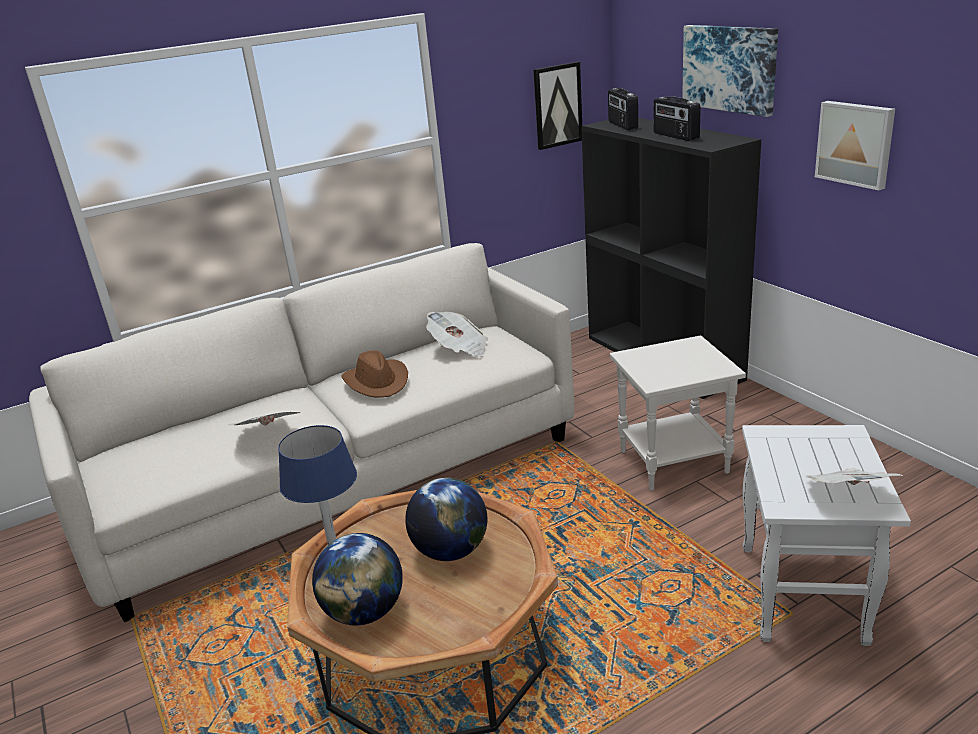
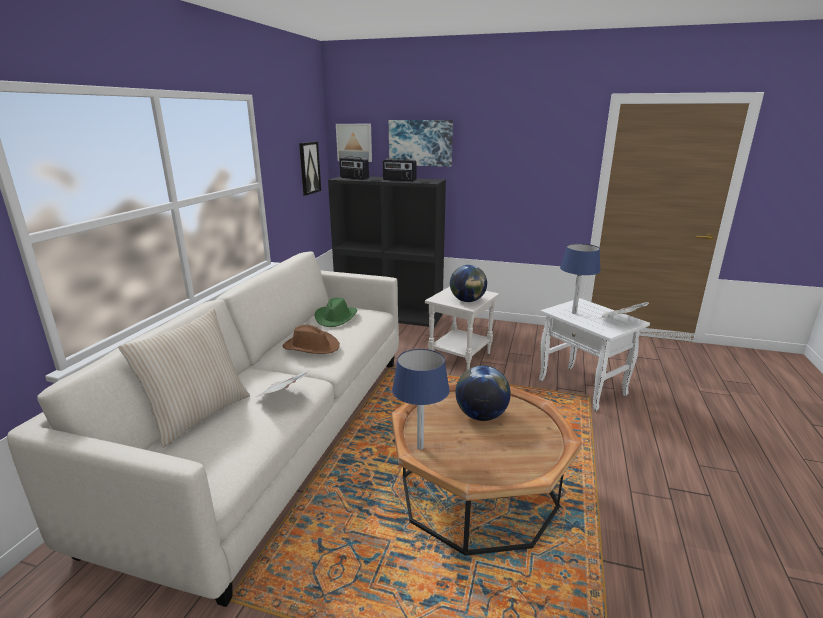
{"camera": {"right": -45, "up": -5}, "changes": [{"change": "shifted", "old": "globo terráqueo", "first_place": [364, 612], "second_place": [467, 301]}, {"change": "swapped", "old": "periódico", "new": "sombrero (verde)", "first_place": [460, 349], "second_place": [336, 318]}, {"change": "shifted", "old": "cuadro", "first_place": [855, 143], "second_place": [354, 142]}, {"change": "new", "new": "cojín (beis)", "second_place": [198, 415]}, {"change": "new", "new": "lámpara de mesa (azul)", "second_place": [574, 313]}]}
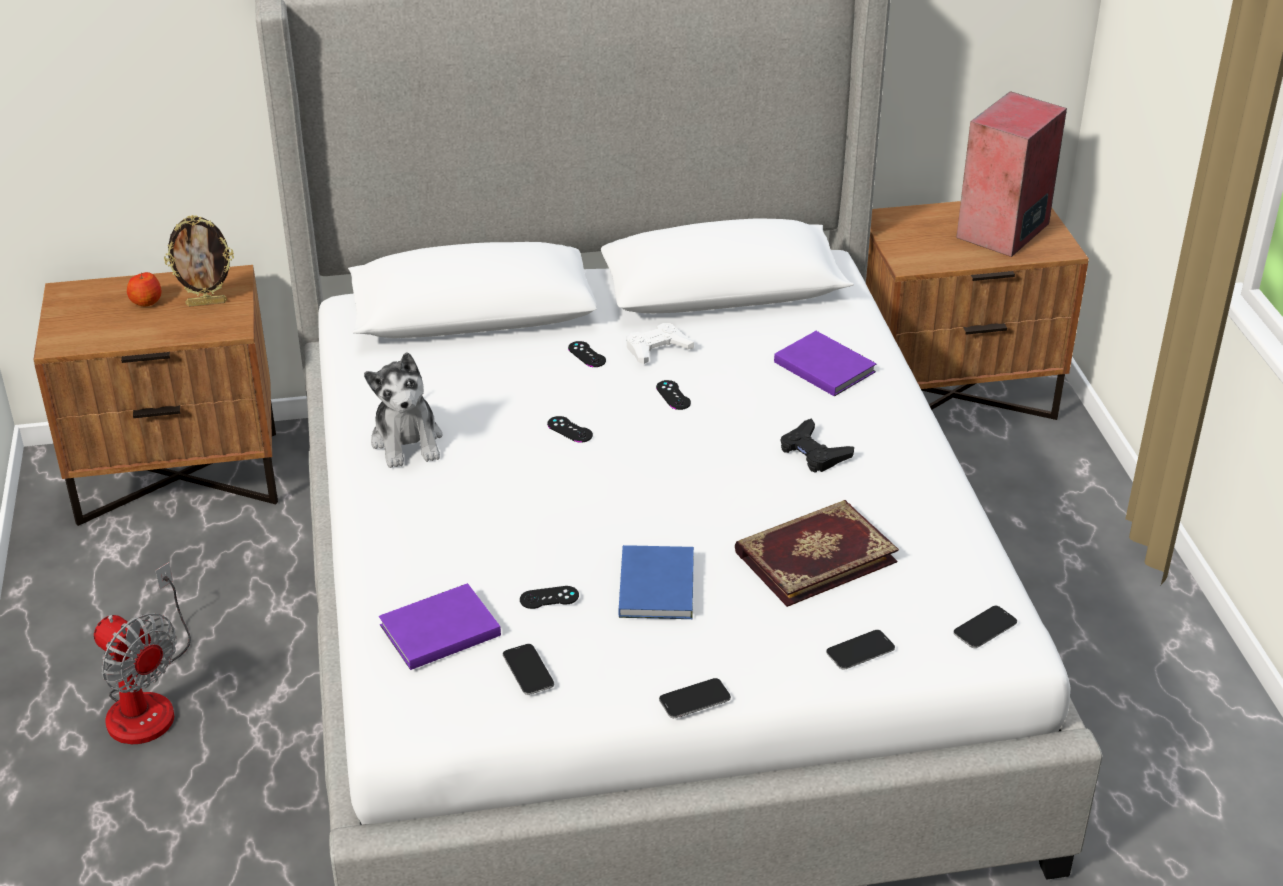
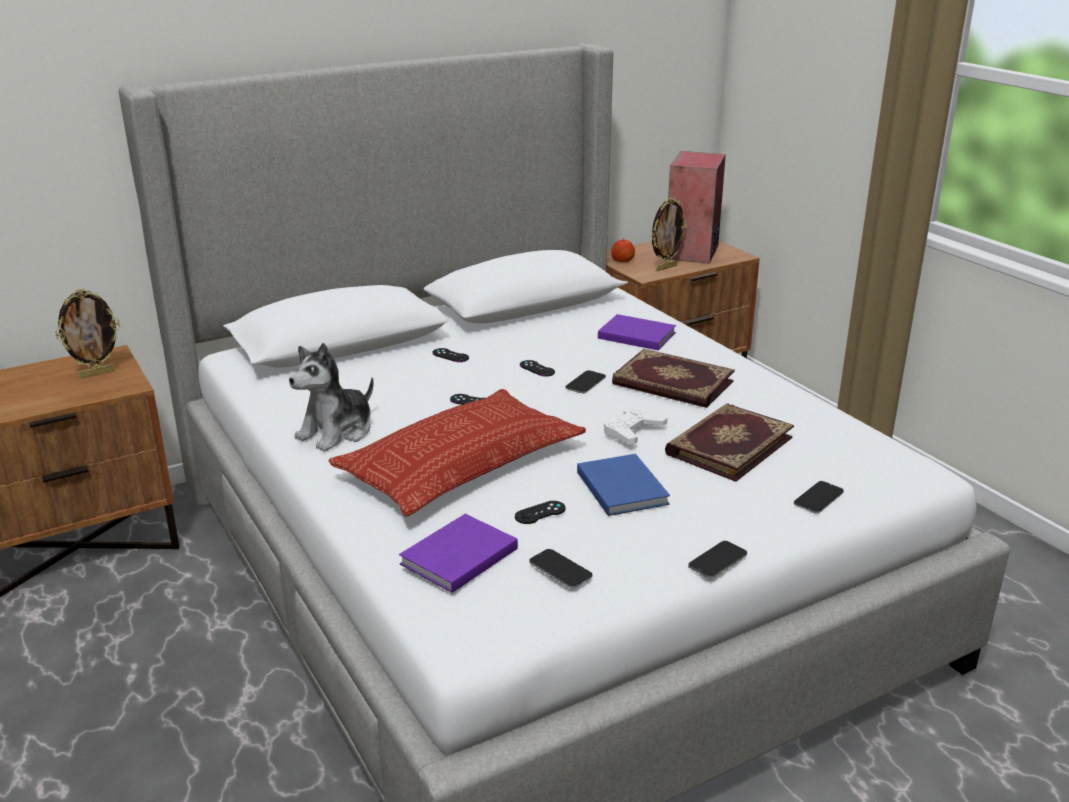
{"camera": {"right": -20, "up": -10}, "changes": [{"change": "gone", "old": "ventilador", "first_place": [147, 701]}, {"change": "shifted", "old": "manzana", "first_place": [146, 301], "second_place": [622, 260]}, {"change": "rotated", "old": "peluche", "first_place": [407, 441], "second_place": [337, 432], "degrees": 75}, {"change": "shifted", "old": "mando de consola (blanco)", "first_place": [657, 349], "second_place": [632, 431]}, {"change": "swapped", "old": "mando de consola (negro)", "new": "libro", "first_place": [813, 452], "second_place": [672, 384]}, {"change": "shifted", "old": "móvil", "first_place": [985, 628], "second_place": [585, 383]}, {"change": "new", "new": "cojín", "second_place": [461, 463]}, {"change": "new", "new": "portarretratos", "second_place": [665, 267]}]}
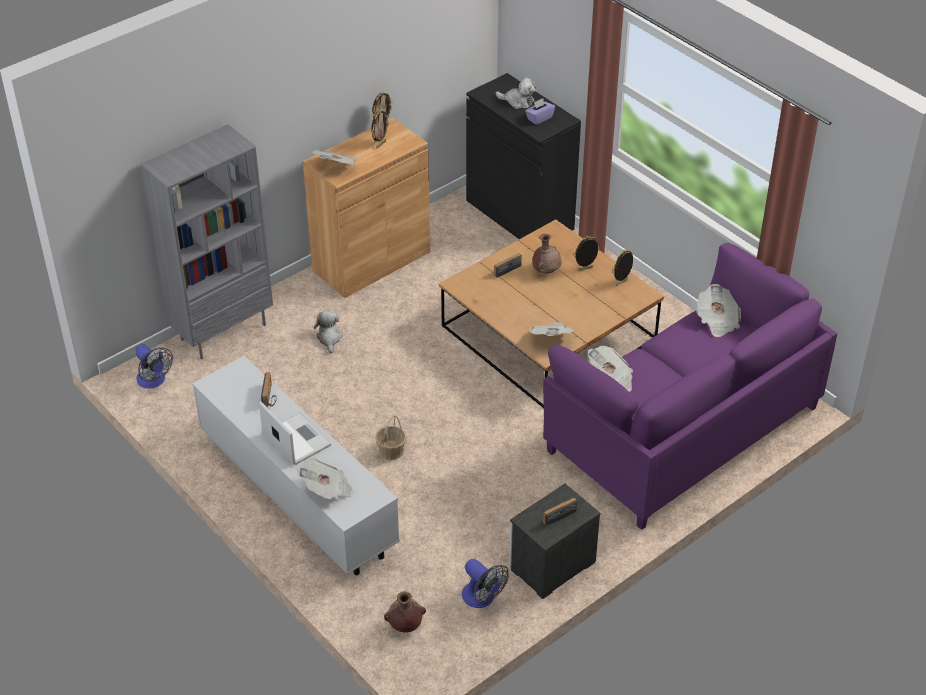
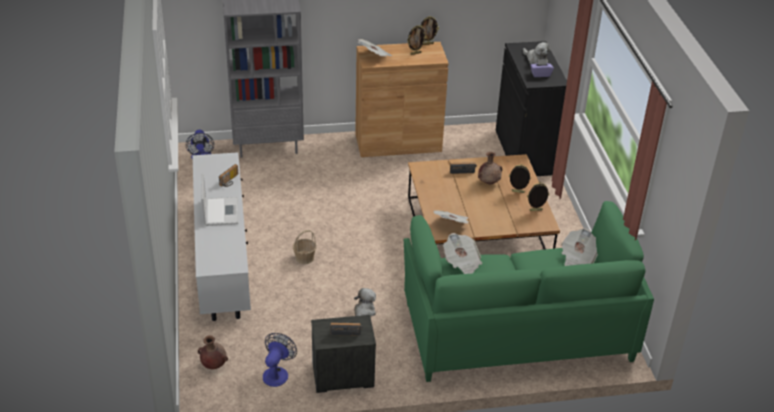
{"camera": {"right": 30, "up": -5}, "changes": [{"change": "gone", "old": "periódico", "first_place": [327, 489]}, {"change": "shifted", "old": "peluche", "first_place": [329, 338], "second_place": [363, 312]}, {"change": "rotated", "old": "ventilador", "first_place": [482, 598], "second_place": [277, 373], "degrees": -150}, {"change": "repainted", "old": "sofá (morado)", "new": "sofá (verde)", "first_place": [682, 428], "second_place": [517, 330]}]}
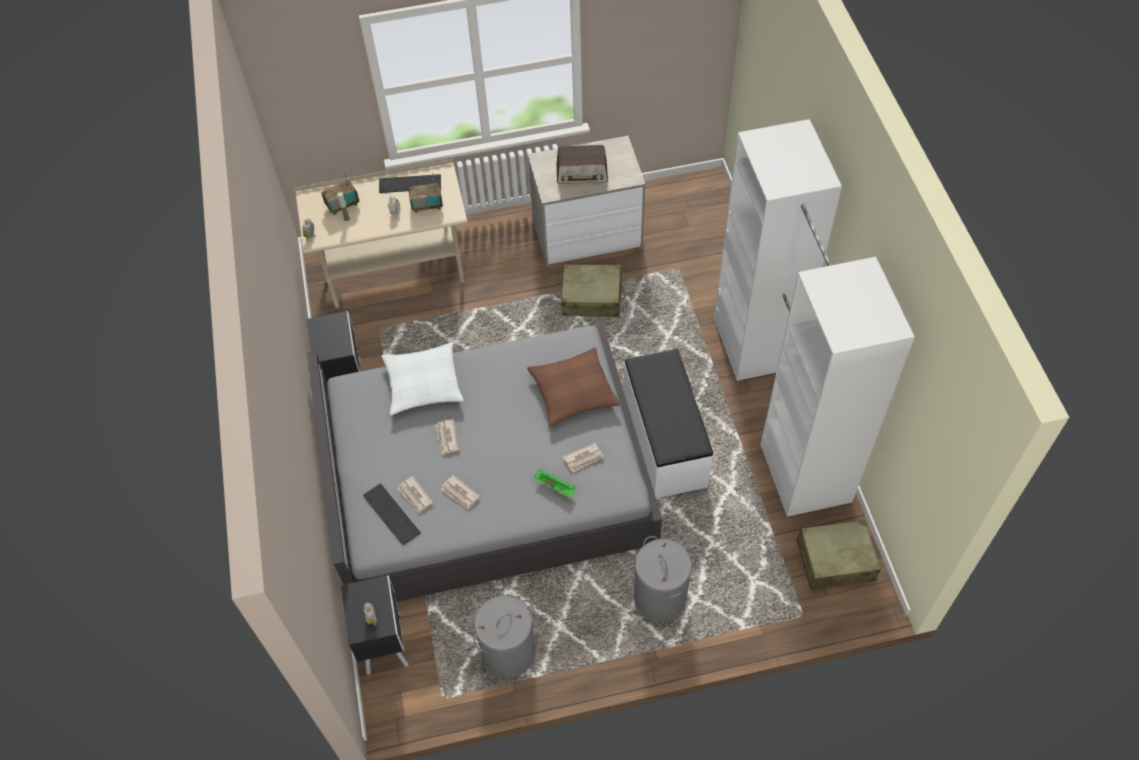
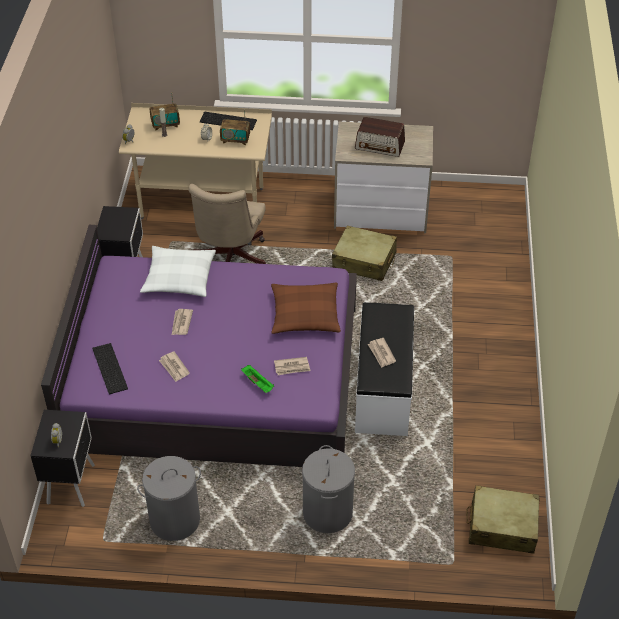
{"camera": {"right": 15, "up": -10}, "changes": [{"change": "repainted", "old": "cama (gris)", "new": "cama (morado)", "first_place": [487, 478], "second_place": [213, 378]}, {"change": "shifted", "old": "periódico", "first_place": [415, 496], "second_place": [381, 354]}, {"change": "gone", "old": "armario ropero (blanco)", "first_place": [779, 406]}, {"change": "new", "new": "silla de oficina (beis)", "second_place": [229, 260]}]}
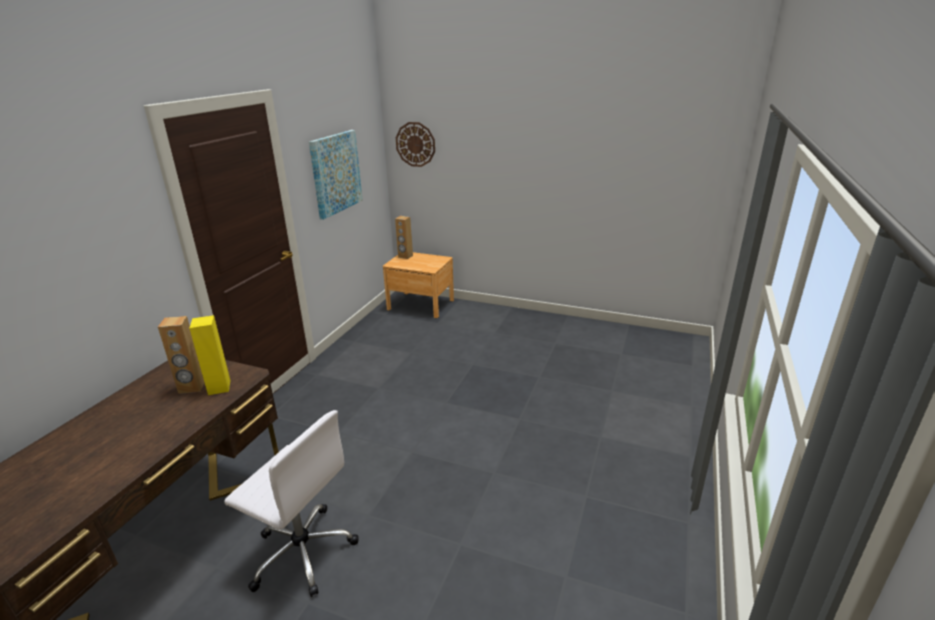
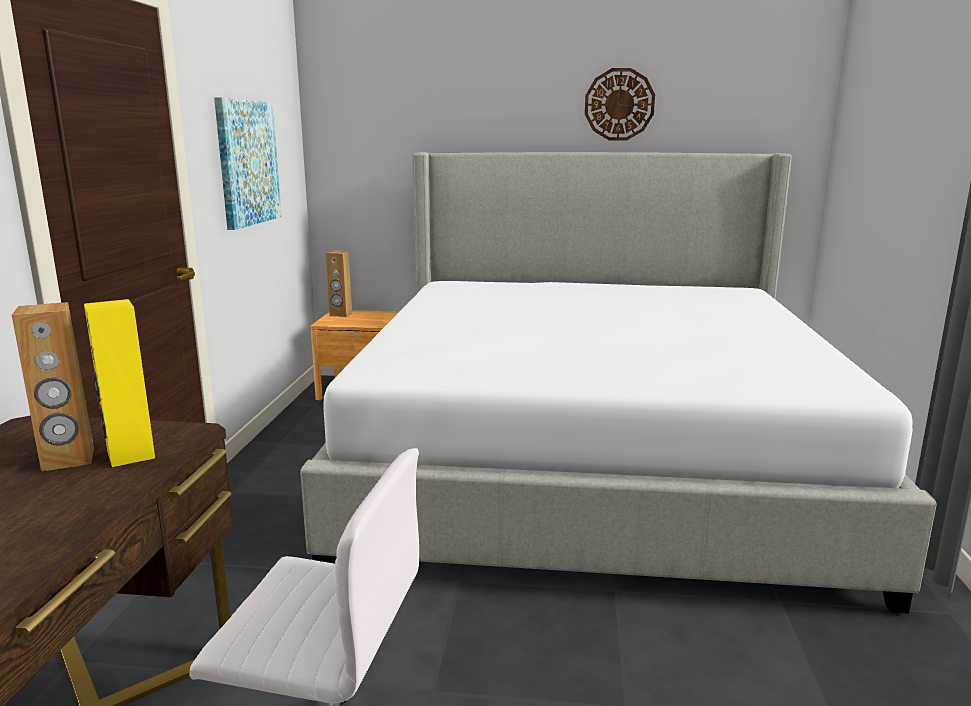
{"camera": {"right": -15, "up": -10}, "changes": [{"change": "shifted", "old": "reloj de pared", "first_place": [415, 144], "second_place": [619, 104]}, {"change": "new", "new": "cama", "second_place": [590, 461]}]}
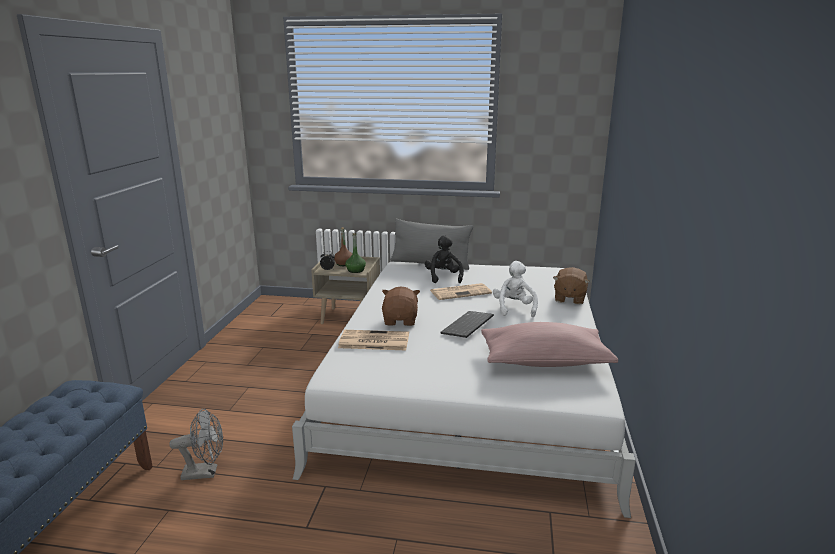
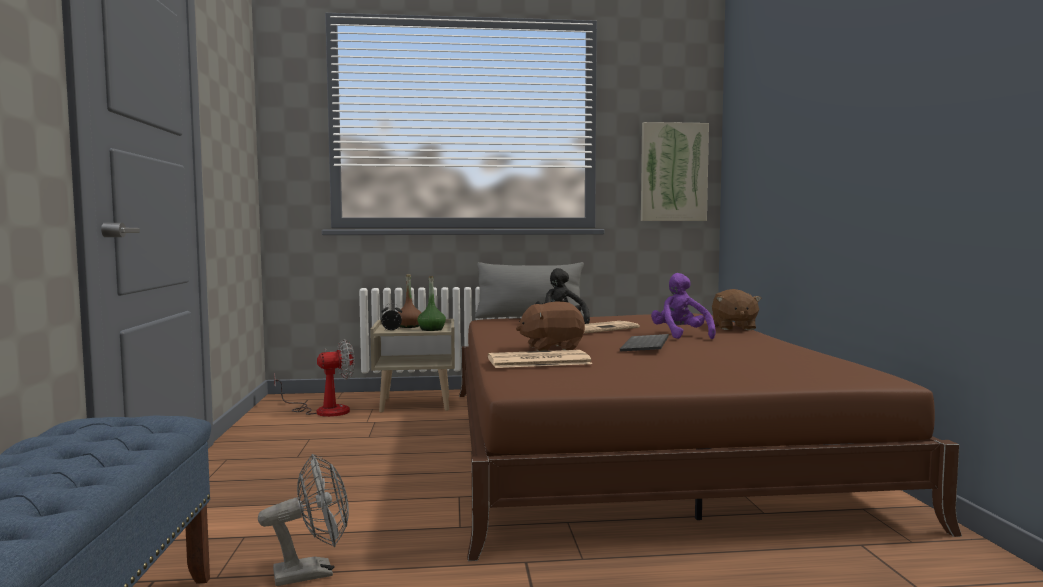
{"camera": {"right": -15, "up": -15}, "changes": [{"change": "repainted", "old": "cama (blanco)", "new": "cama (marrón)", "first_place": [470, 383], "second_place": [634, 445]}, {"change": "rotated", "old": "peluche (marrón)", "first_place": [400, 320], "second_place": [551, 348], "degrees": -90}, {"change": "gone", "old": "cojín (rosa)", "first_place": [544, 361]}, {"change": "repainted", "old": "peluche (blanco)", "new": "peluche (morado)", "first_place": [514, 308], "second_place": [680, 335]}, {"change": "new", "new": "ventilador", "second_place": [323, 410]}, {"change": "new", "new": "cuadro", "second_place": [673, 172]}]}
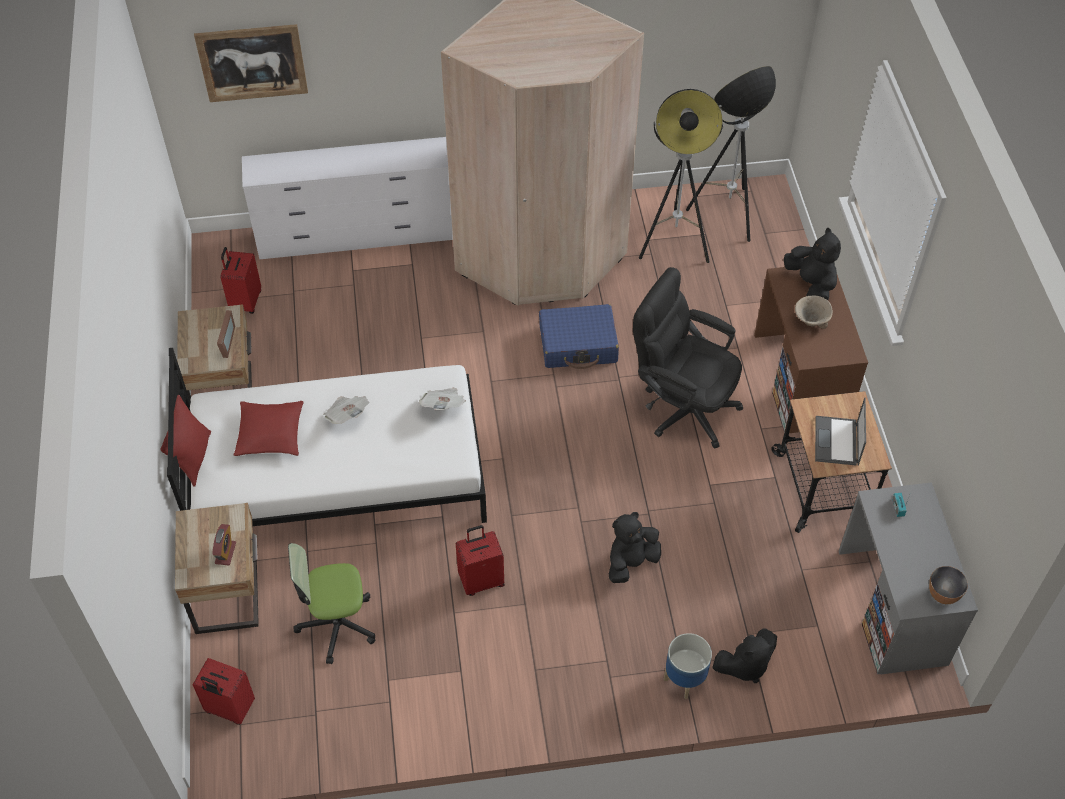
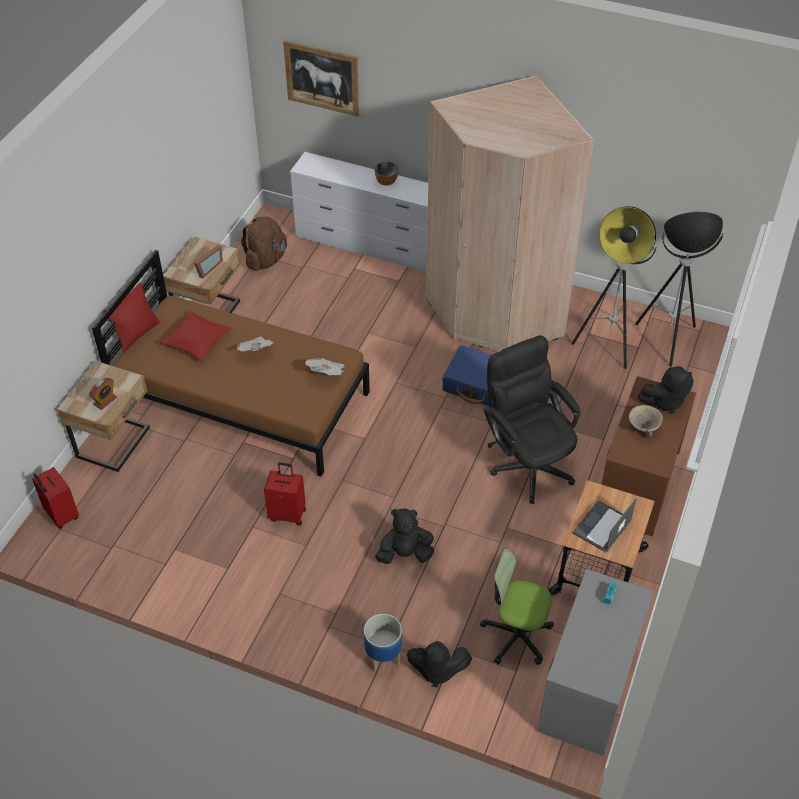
{"camera": {"right": 30, "up": -5}, "changes": [{"change": "repainted", "old": "cama (blanco)", "new": "cama (marrón)", "first_place": [338, 477], "second_place": [242, 399]}, {"change": "swapped", "old": "maleta (rojo)", "new": "mochila (marrón)", "first_place": [245, 302], "second_place": [266, 260]}, {"change": "shifted", "old": "silla de oficina", "first_place": [337, 624], "second_place": [516, 635]}, {"change": "rotated", "old": "peluche (negro)", "first_place": [811, 284], "second_place": [665, 401], "degrees": 75}, {"change": "shifted", "old": "cuenco", "first_place": [943, 595], "second_place": [386, 182]}]}
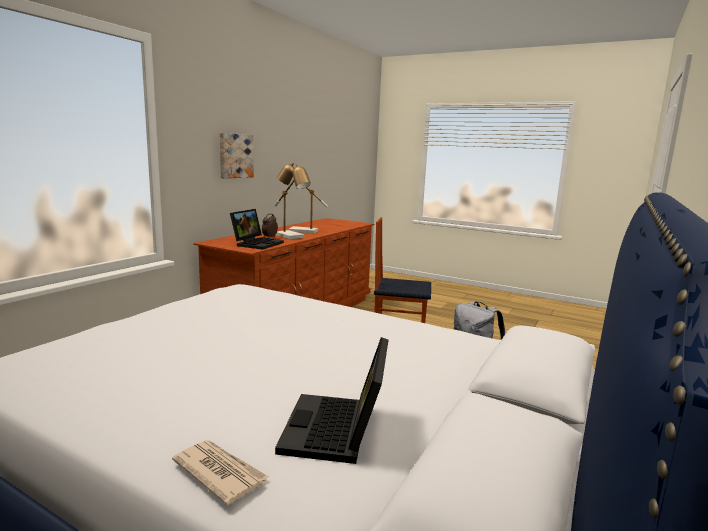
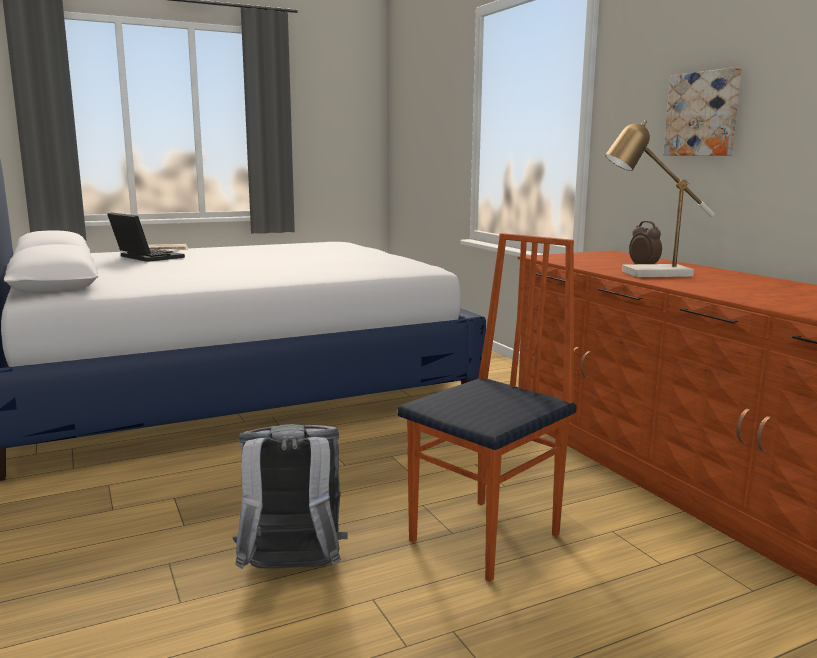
{"camera": {"right": 125, "up": 0}, "changes": [{"change": "gone", "old": "portátil", "first_place": [257, 243]}, {"change": "gone", "old": "lámpara de mesa", "first_place": [299, 231]}]}
